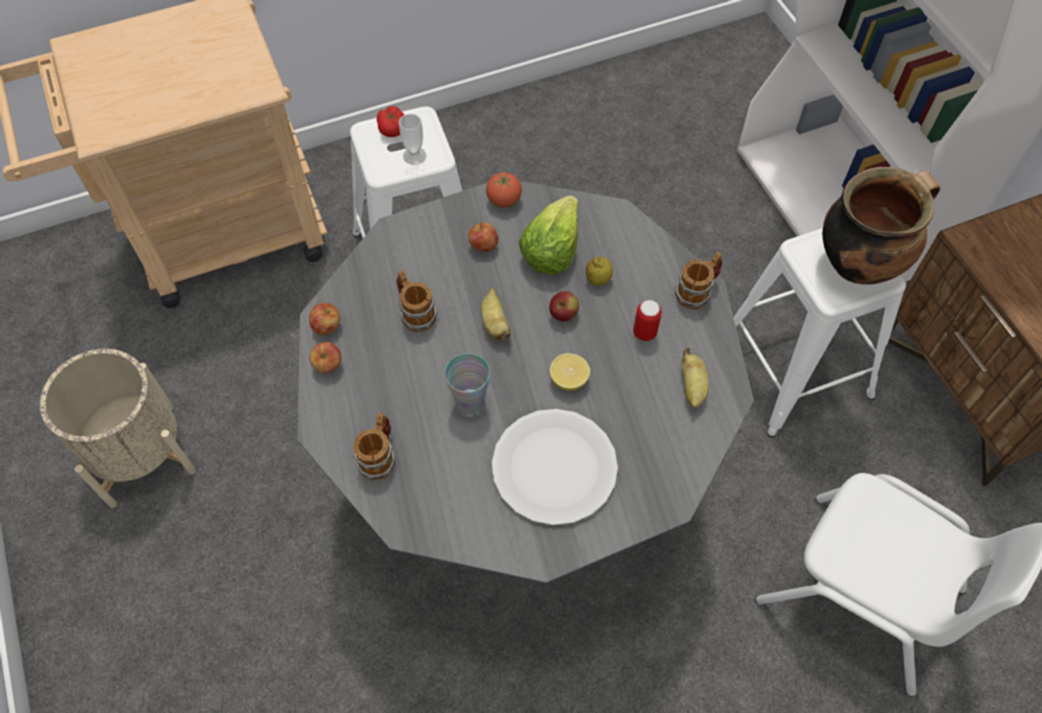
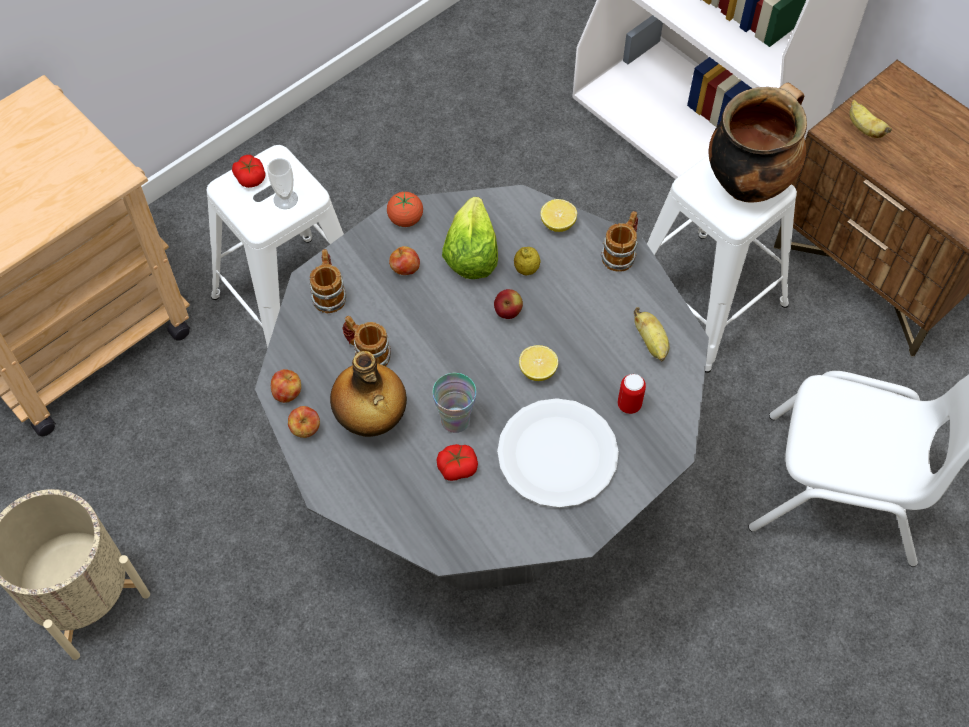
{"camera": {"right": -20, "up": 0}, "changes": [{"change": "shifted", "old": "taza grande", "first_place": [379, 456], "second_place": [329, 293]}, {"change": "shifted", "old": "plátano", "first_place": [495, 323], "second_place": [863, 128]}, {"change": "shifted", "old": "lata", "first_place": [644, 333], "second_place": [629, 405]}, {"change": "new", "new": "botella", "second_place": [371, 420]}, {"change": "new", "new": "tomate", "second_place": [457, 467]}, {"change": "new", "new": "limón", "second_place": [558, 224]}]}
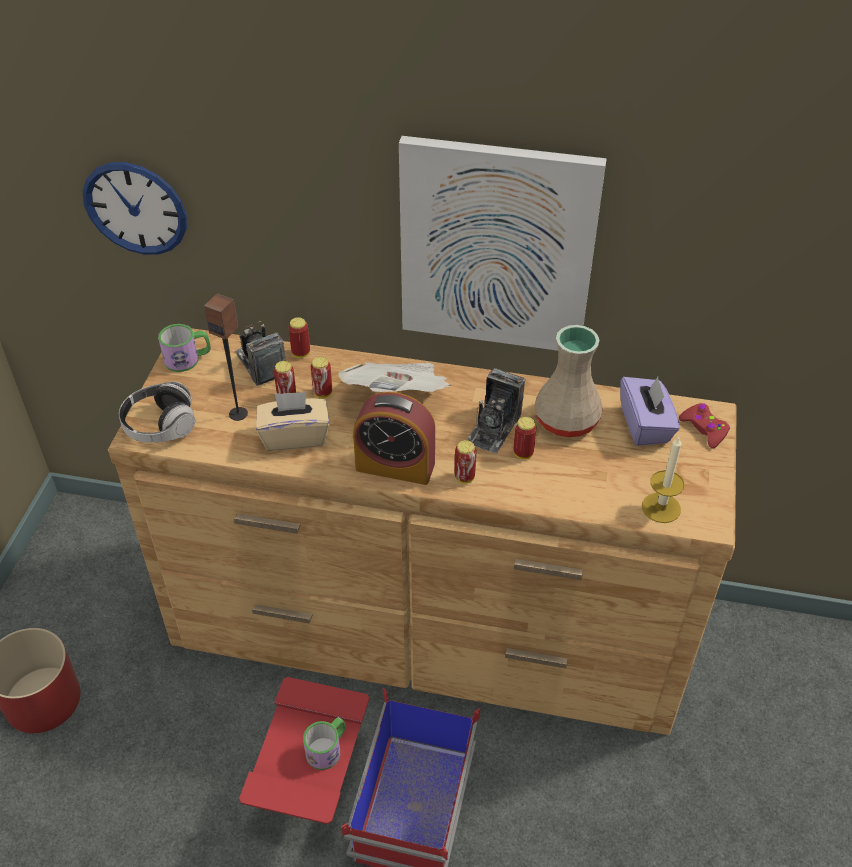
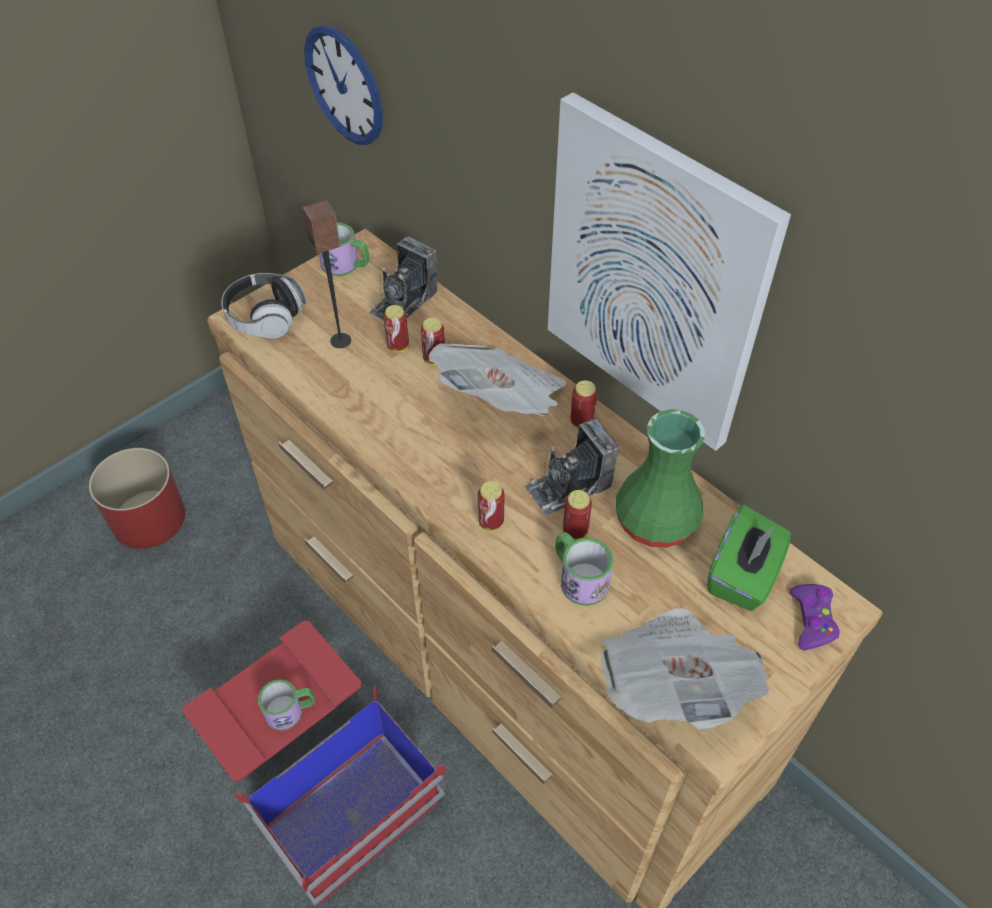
{"camera": {"right": 35, "up": 5}, "changes": [{"change": "rotated", "old": "cámara", "first_place": [261, 364], "second_place": [404, 301], "degrees": -150}, {"change": "gone", "old": "caja de pañuelos (beis)", "first_place": [295, 436]}, {"change": "shifted", "old": "lata", "first_place": [301, 353], "second_place": [582, 422]}, {"change": "gone", "old": "despertador", "first_place": [395, 466]}, {"change": "repainted", "old": "florero (beis)", "new": "florero (verde)", "first_place": [565, 421], "second_place": [654, 521]}, {"change": "repainted", "old": "caja de pañuelos (morado)", "new": "caja de pañuelos (verde)", "first_place": [645, 425], "second_place": [743, 576]}, {"change": "swapped", "old": "vela", "new": "periódico", "first_place": [661, 508], "second_place": [674, 683]}, {"change": "repainted", "old": "mando de consola (rojo)", "new": "mando de consola (morado)", "first_place": [704, 429], "second_place": [812, 620]}, {"change": "new", "new": "taza grande", "second_place": [578, 577]}]}
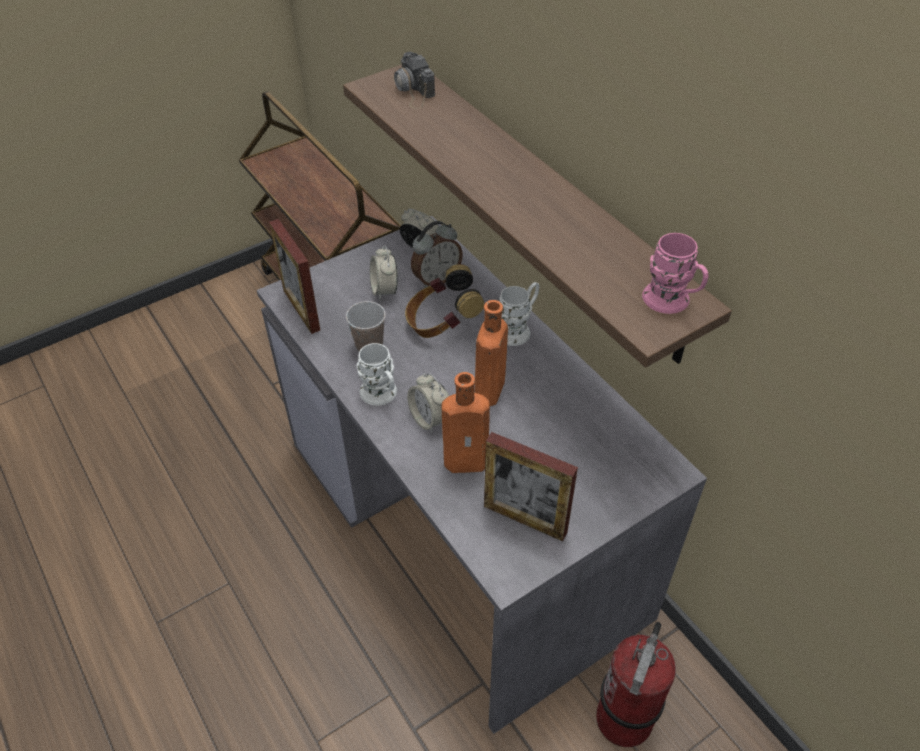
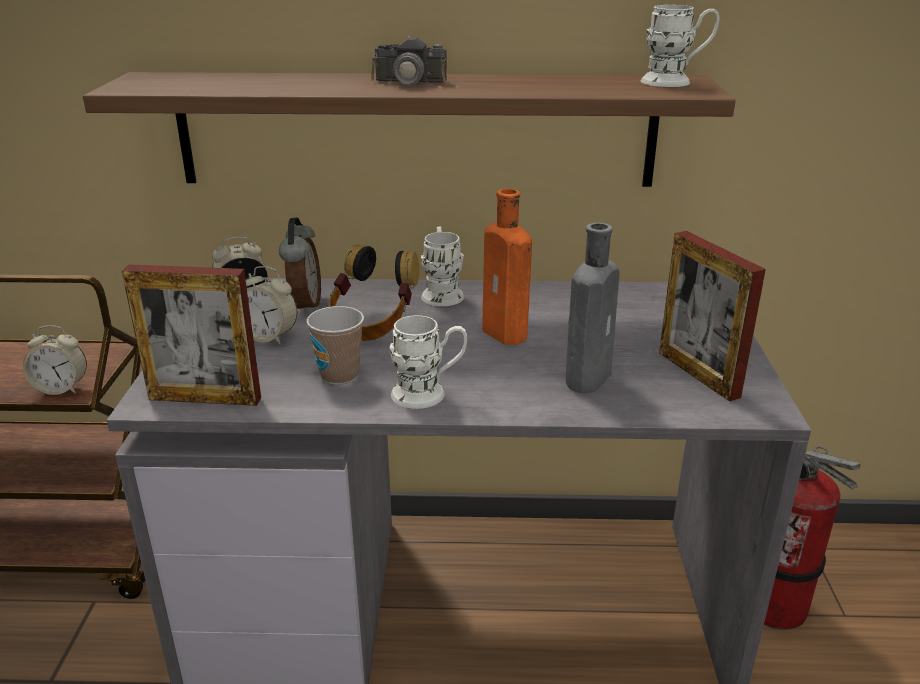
{"camera": {"right": -55, "up": -20}, "changes": [{"change": "shifted", "old": "cámara", "first_place": [413, 90], "second_place": [415, 83]}, {"change": "shifted", "old": "despertador", "first_place": [430, 419], "second_place": [61, 389]}, {"change": "repainted", "old": "botella (naranja)", "new": "botella (gris)", "first_place": [469, 461], "second_place": [589, 376]}, {"change": "rotated", "old": "portarretratos", "first_place": [525, 519], "second_place": [698, 374], "degrees": 90}, {"change": "repainted", "old": "taza grande (rosa)", "new": "taza grande (blanco)", "first_place": [672, 303], "second_place": [675, 82]}]}
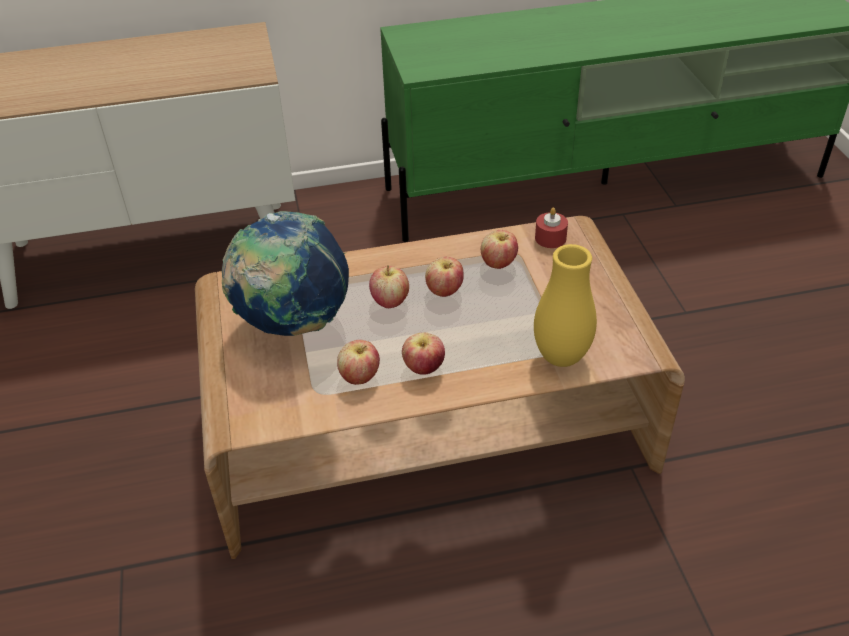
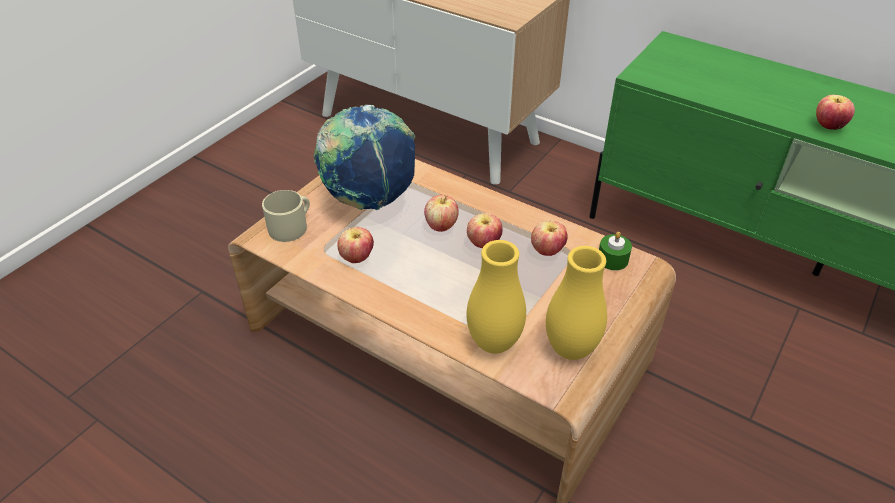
{"camera": {"right": 45, "up": 0}, "changes": [{"change": "shifted", "old": "manzana", "first_place": [424, 368], "second_place": [828, 126]}, {"change": "repainted", "old": "vela (rojo)", "new": "vela (verde)", "first_place": [550, 238], "second_place": [612, 259]}, {"change": "new", "new": "taza grande (beis)", "second_place": [291, 226]}, {"change": "new", "new": "florero (amarillo)", "second_place": [570, 349]}]}
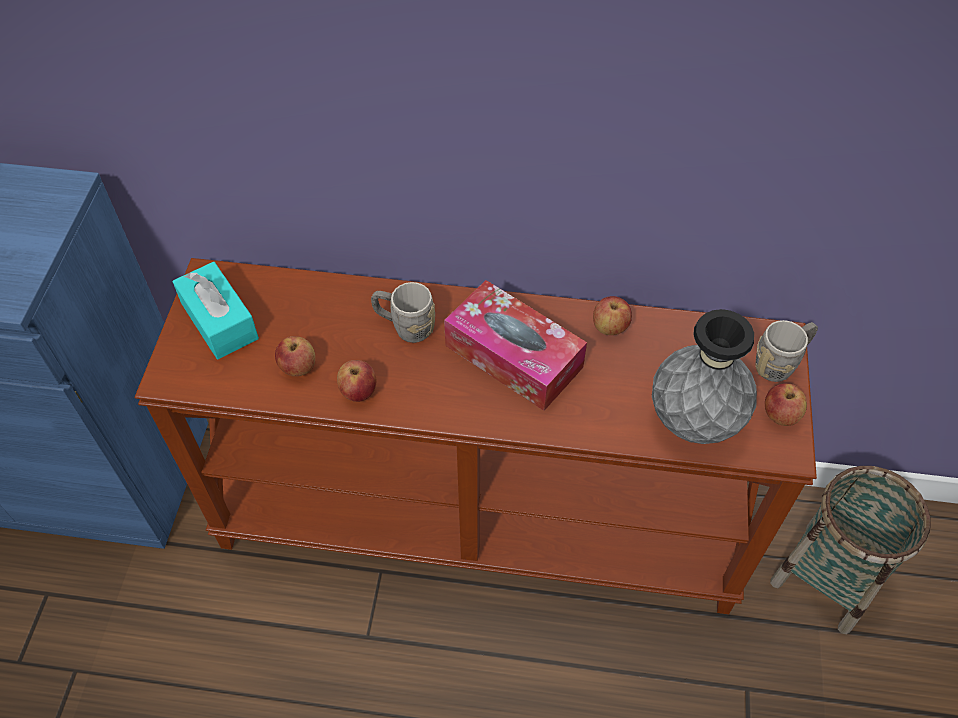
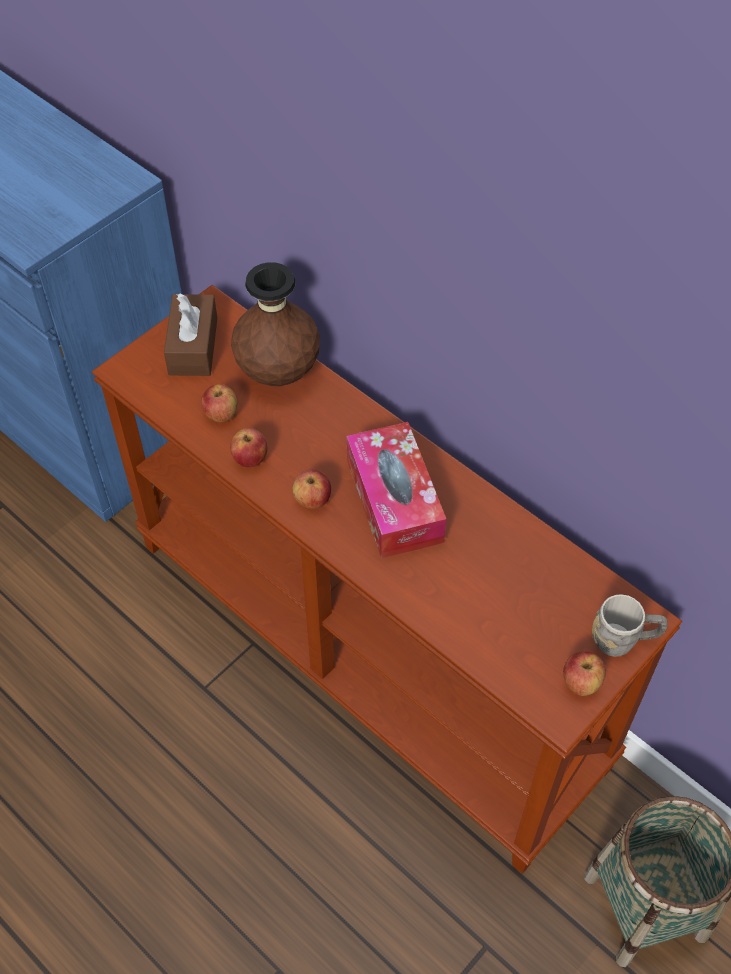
{"camera": {"right": 35, "up": 0}, "changes": [{"change": "repainted", "old": "caja de pañuelos (turquesa)", "new": "caja de pañuelos (marrón)", "first_place": [219, 321], "second_place": [193, 346]}, {"change": "gone", "old": "taza grande (gris)", "first_place": [405, 327]}, {"change": "shifted", "old": "manzana", "first_place": [610, 327], "second_place": [312, 500]}, {"change": "gone", "old": "florero (gris)", "first_place": [694, 422]}, {"change": "new", "new": "florero (marrón)", "second_place": [278, 373]}]}
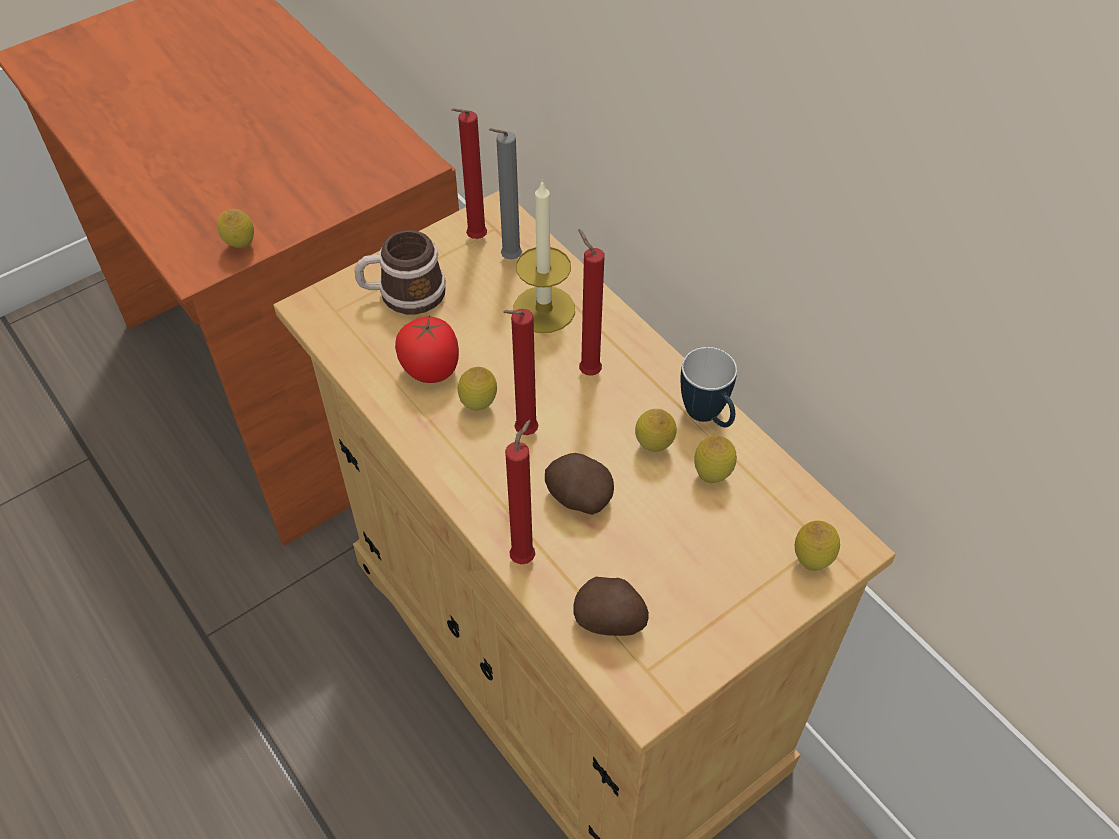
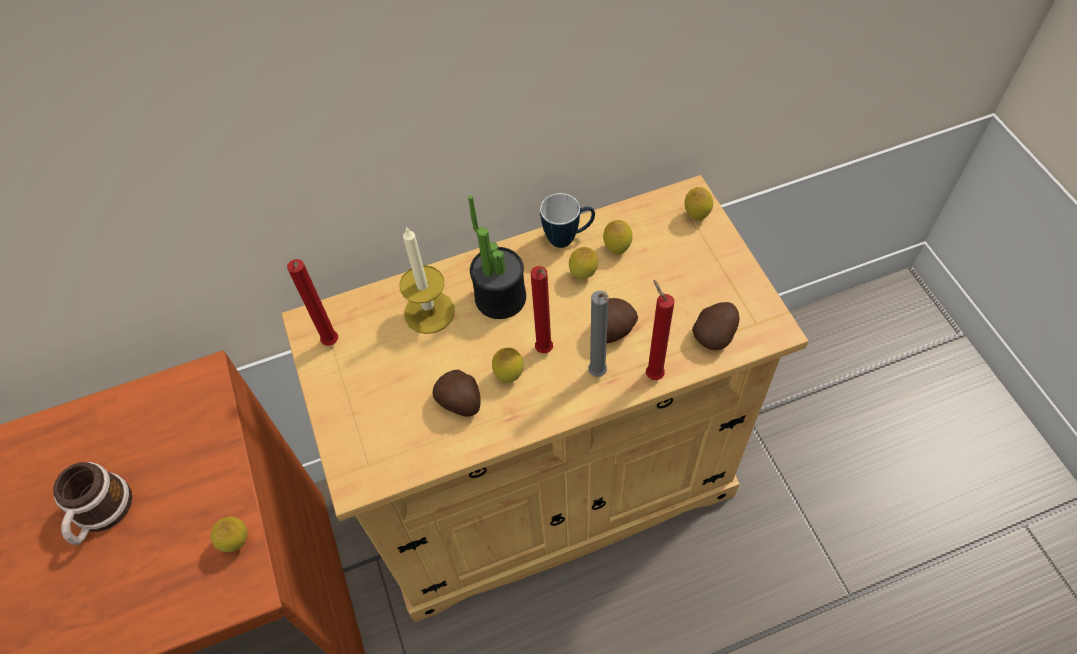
{"camera": {"right": -70, "up": 5}, "changes": [{"change": "shifted", "old": "taza grande", "first_place": [403, 294], "second_place": [100, 514]}, {"change": "swapped", "old": "tomate", "new": "patata", "first_place": [430, 370], "second_place": [460, 402]}, {"change": "shifted", "old": "vela (gris)", "first_place": [508, 259], "second_place": [598, 375]}, {"change": "swapped", "old": "vela (rojo)", "new": "planta en maceta", "first_place": [587, 370], "second_place": [500, 298]}]}
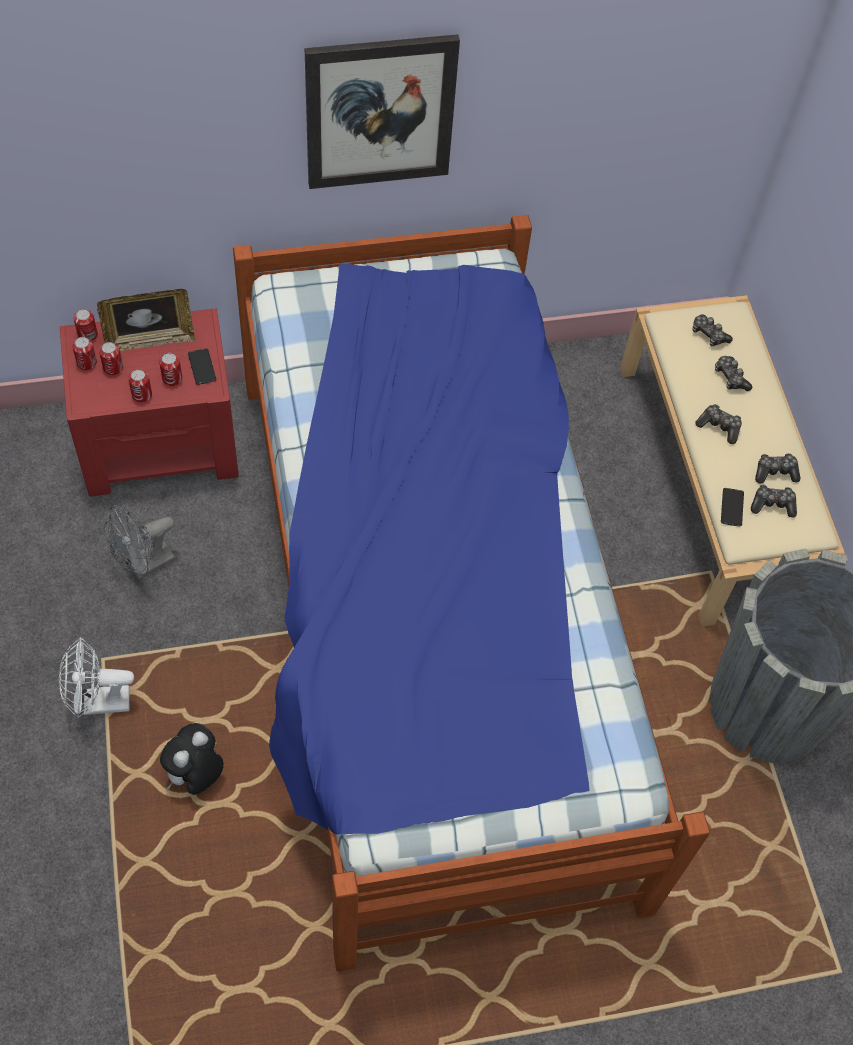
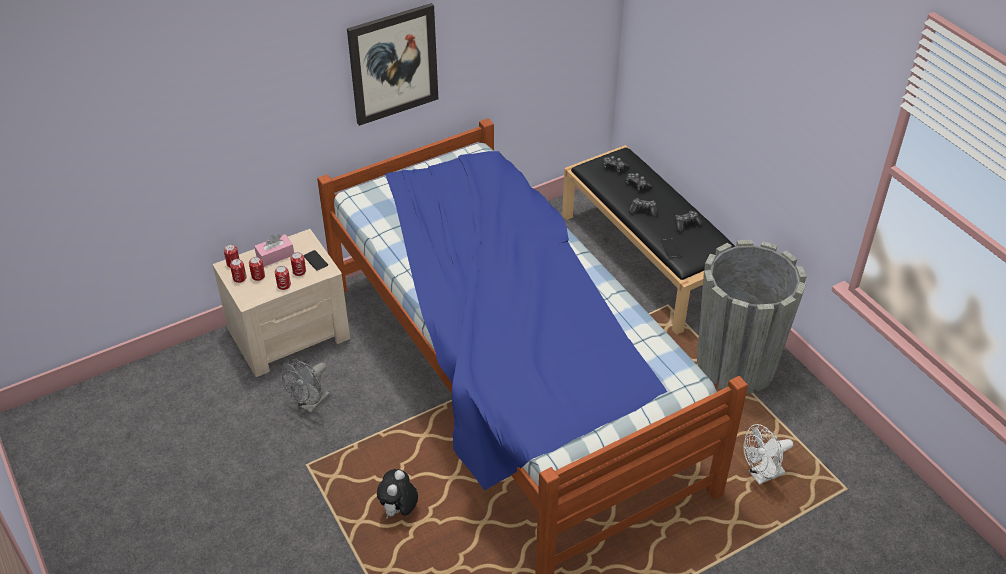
{"camera": {"right": -15, "up": -15}, "changes": [{"change": "shifted", "old": "ventilador (blanco)", "first_place": [98, 703], "second_place": [762, 475]}, {"change": "repainted", "old": "mesita de noche (rojo)", "new": "mesita de noche (beis)", "first_place": [160, 441], "second_place": [290, 333]}, {"change": "swapped", "old": "portarretratos", "new": "caja de pañuelos (rosa)", "first_place": [150, 340], "second_place": [275, 255]}, {"change": "repainted", "old": "banco (beis)", "new": "banco (negro)", "first_place": [715, 484], "second_place": [648, 259]}, {"change": "gone", "old": "mando de consola", "first_place": [772, 504]}]}
